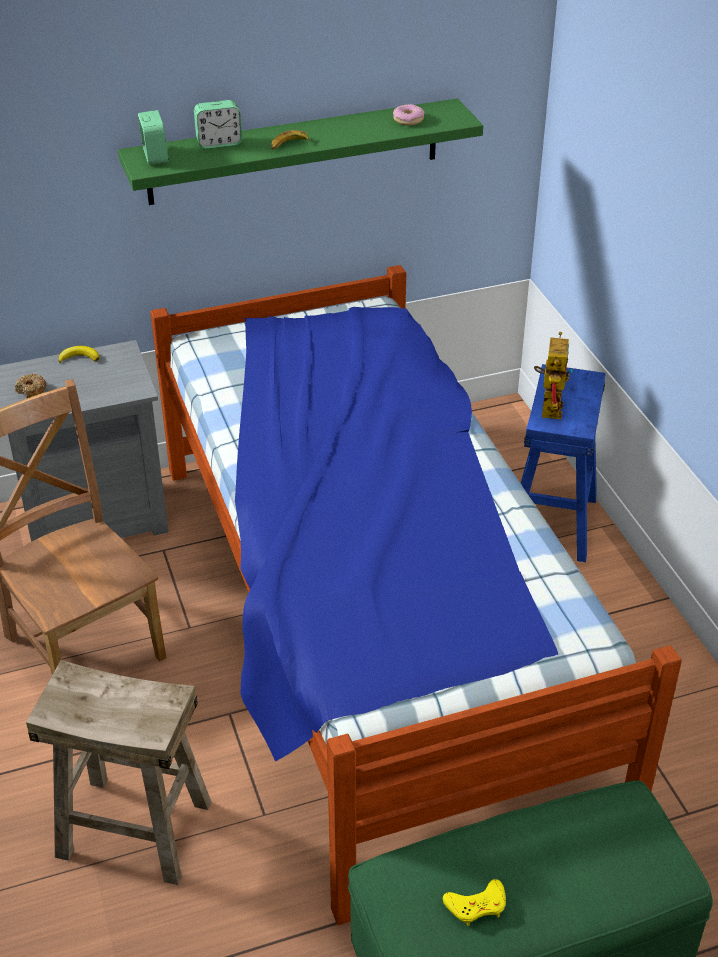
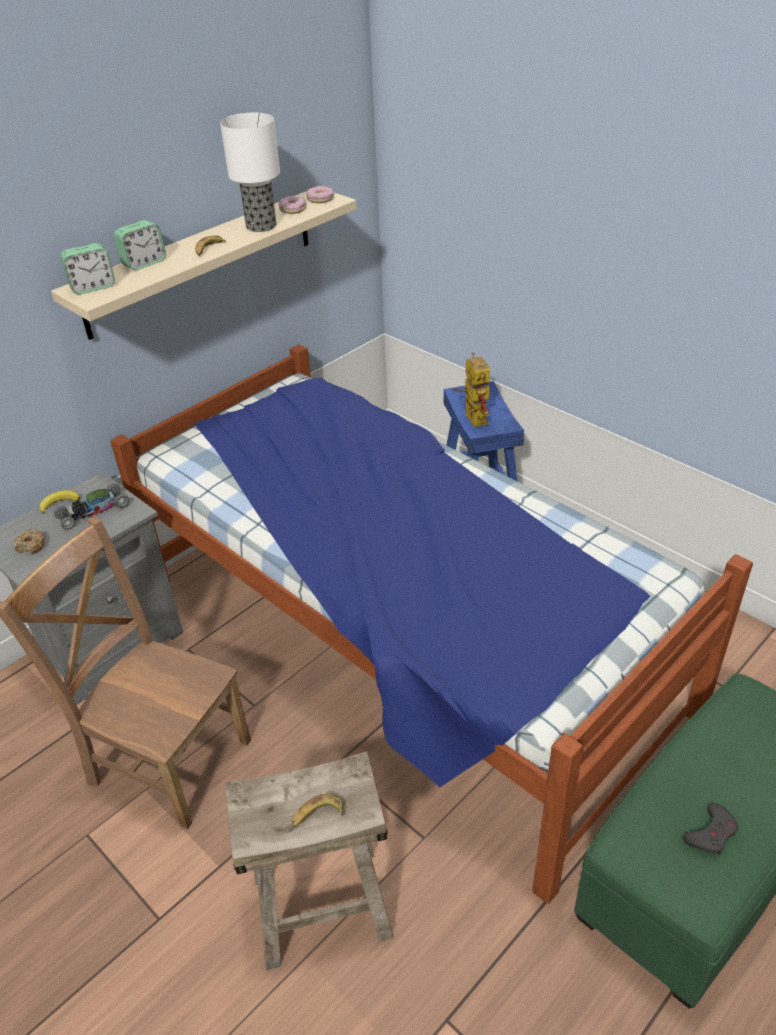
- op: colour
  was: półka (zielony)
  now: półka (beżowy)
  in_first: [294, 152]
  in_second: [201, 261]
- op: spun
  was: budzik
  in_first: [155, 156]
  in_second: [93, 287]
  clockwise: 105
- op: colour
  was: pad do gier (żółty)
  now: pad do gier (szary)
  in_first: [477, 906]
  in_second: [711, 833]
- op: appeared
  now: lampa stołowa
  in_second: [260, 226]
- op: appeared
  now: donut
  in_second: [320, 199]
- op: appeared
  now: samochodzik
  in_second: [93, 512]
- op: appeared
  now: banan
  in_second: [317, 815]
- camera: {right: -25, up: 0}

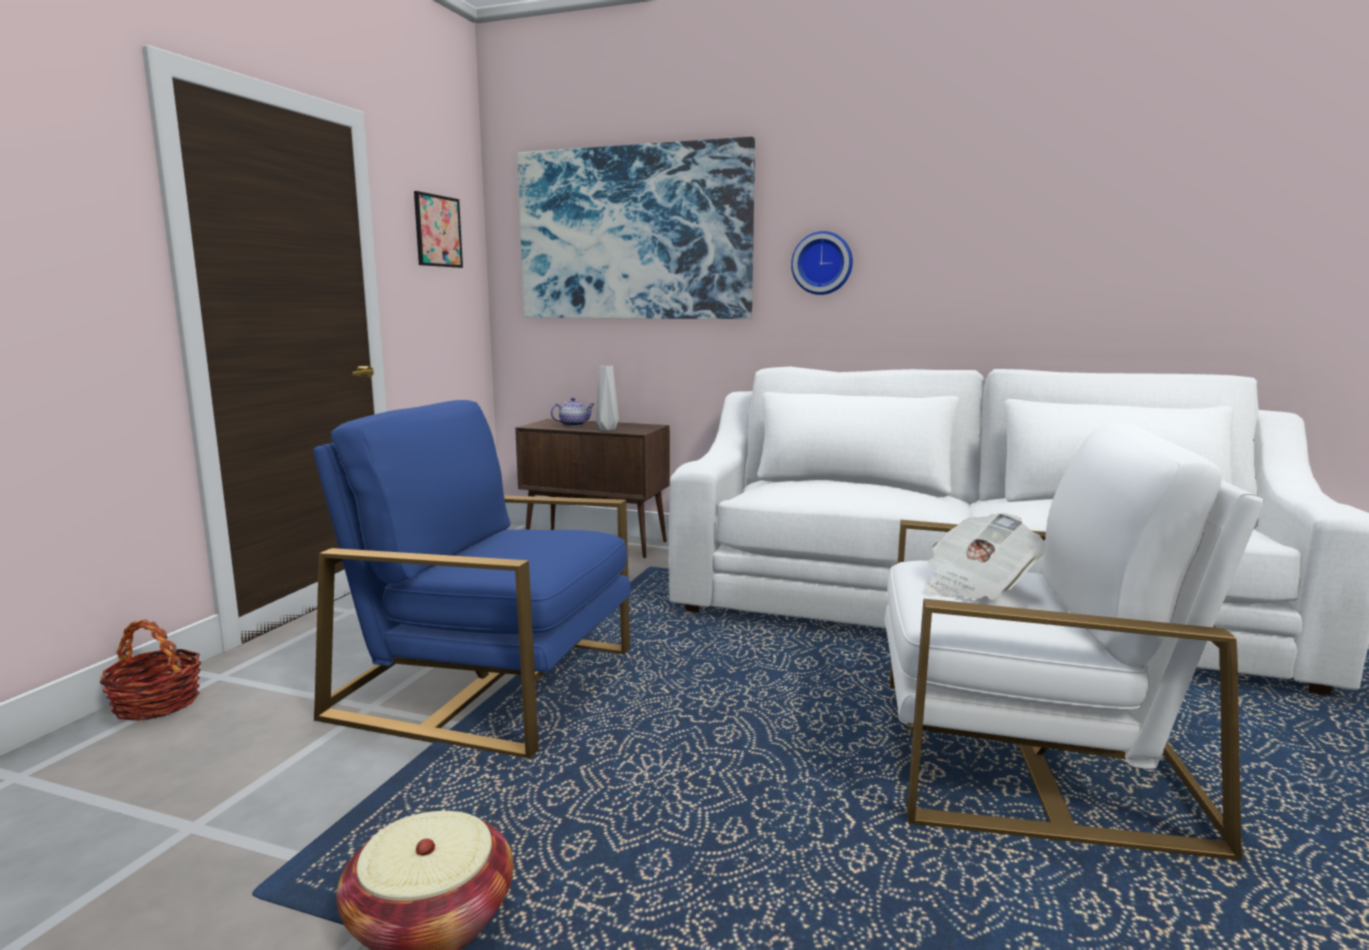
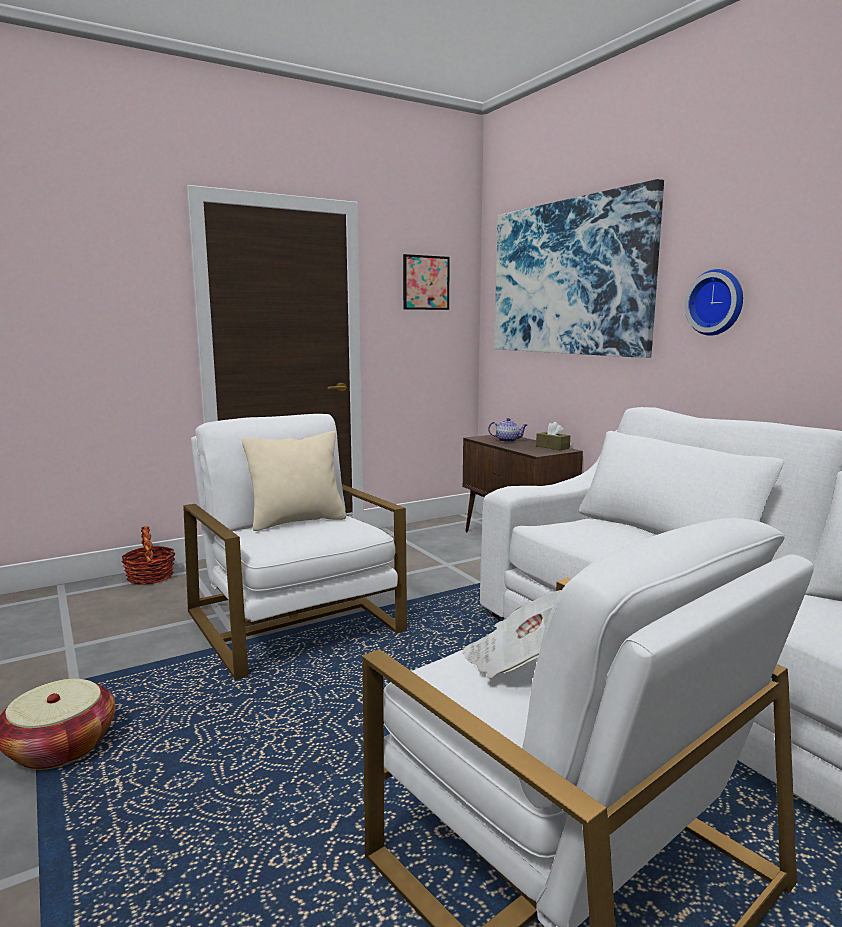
- op: missing
  was: wazon (szary)
  in_first: [608, 429]
- op: colour
  was: fotel (niebieski)
  now: fotel (biały)
  in_first: [491, 681]
  in_second: [296, 622]
- op: appeared
  now: pudełko chusteczek (brązowy)
  in_second: [552, 447]
- op: appeared
  now: poduszka (beżowy)
  in_second: [297, 521]
- camera: {right: 40, up: 0}

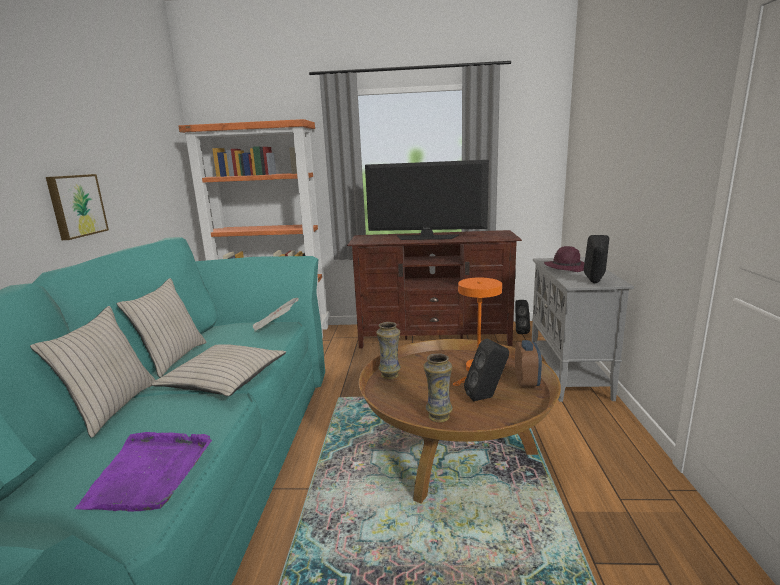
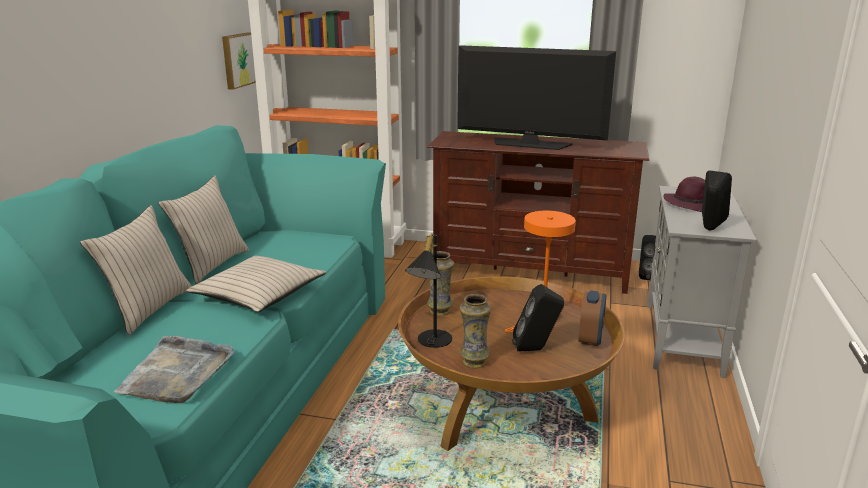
- op: relocated
  was: obraz
  in_first: [76, 205]
  in_second: [237, 60]
- op: missing
  was: gazeta
  in_first: [275, 327]
- op: colour
  was: taca (fioletowy)
  now: taca (szary)
  in_first: [150, 473]
  in_second: [177, 373]
- op: appeared
  now: lampa stołowa (czarny)
  in_second: [430, 341]
- camera: {right: 10, up: 5}

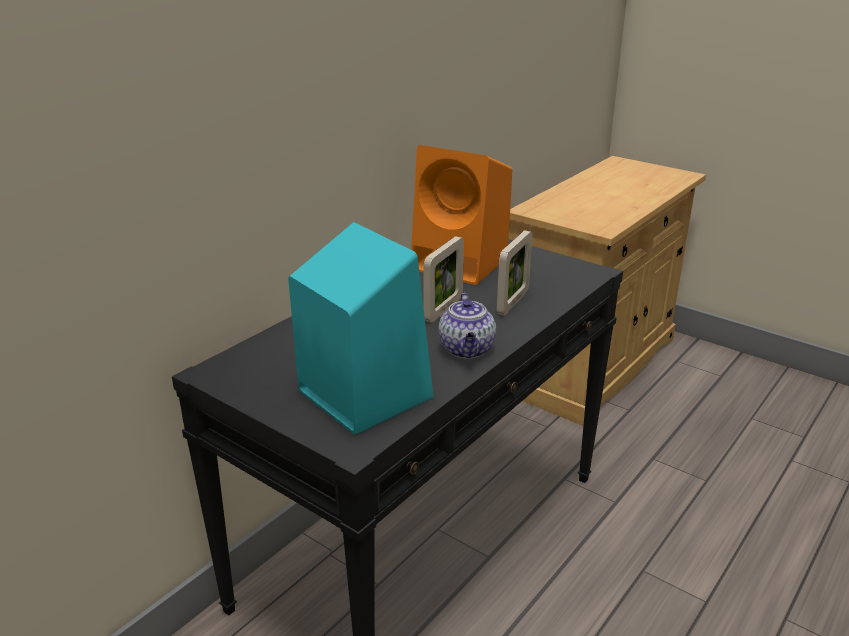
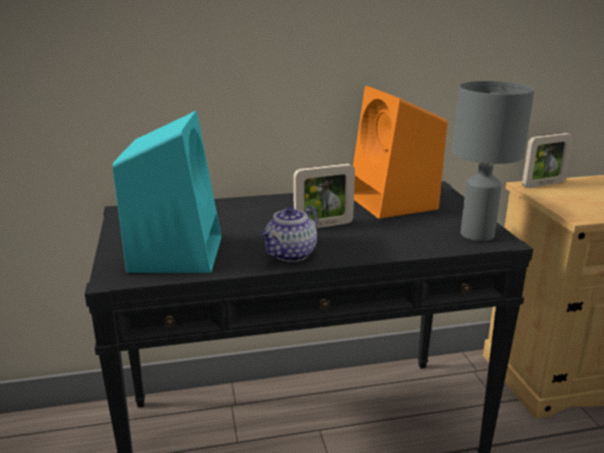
- op: relocated
  was: ramka na zdjęcie
  in_first: [513, 302]
  in_second: [543, 184]
- op: appeared
  now: lampa stołowa (szary)
  in_second: [478, 234]
- camera: {right: 40, up: -5}

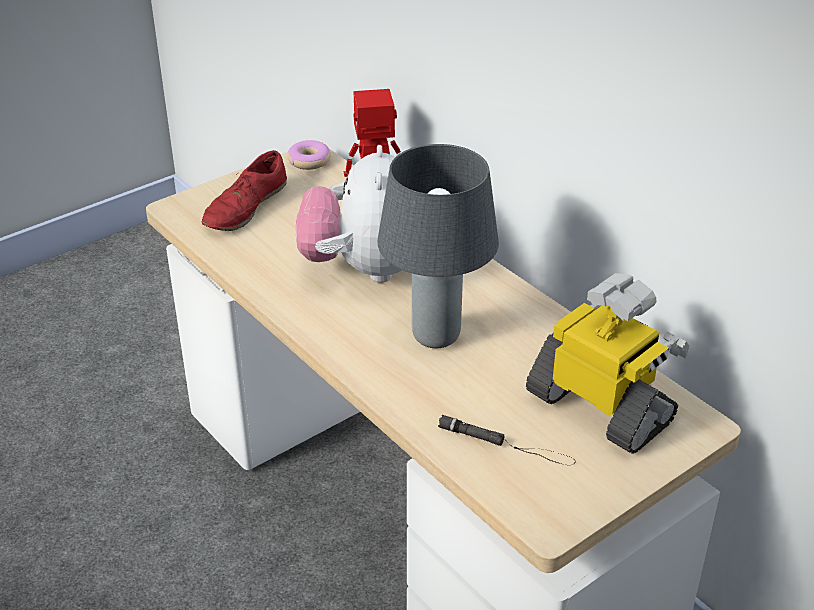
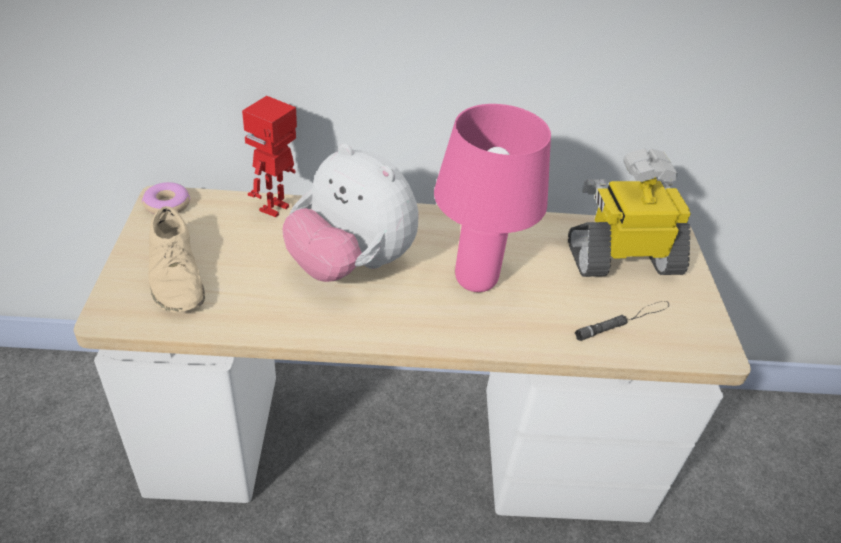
- op: colour
  was: lampa stołowa (szary)
  now: lampa stołowa (różowy)
  in_first: [437, 336]
  in_second: [476, 279]
- op: colour
  was: but (czerwony)
  now: but (beżowy)
  in_first: [245, 207]
  in_second: [176, 275]
- camera: {right: -55, up: 5}

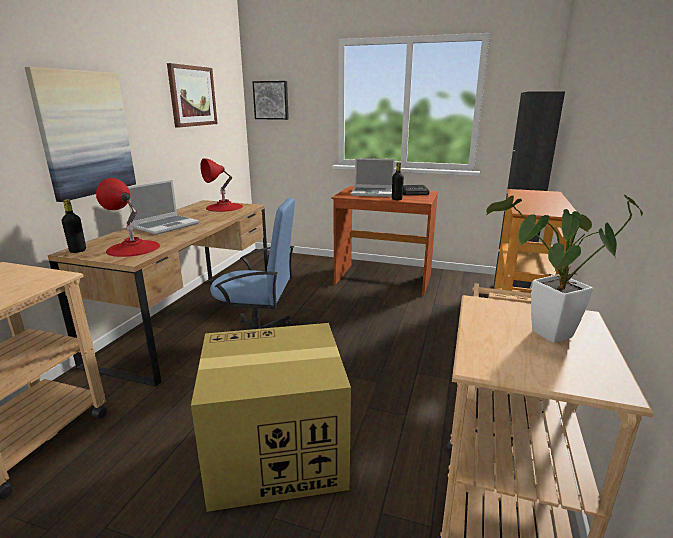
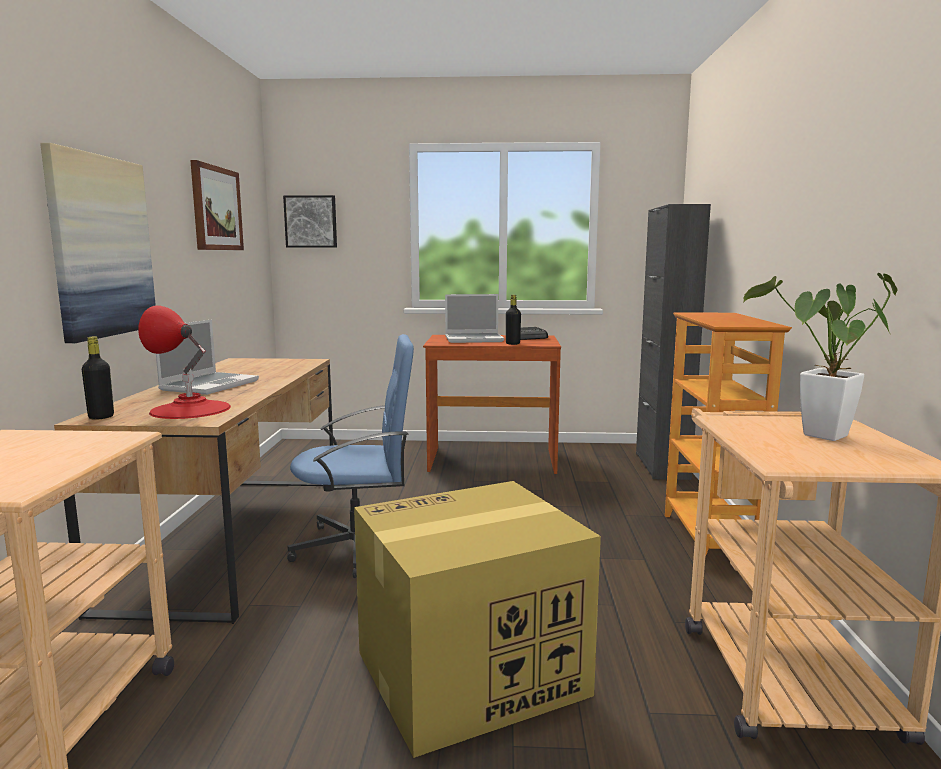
- op: missing
  was: lampa stołowa (czerwony)
  in_first: [224, 207]
- camera: {right: -15, up: -10}

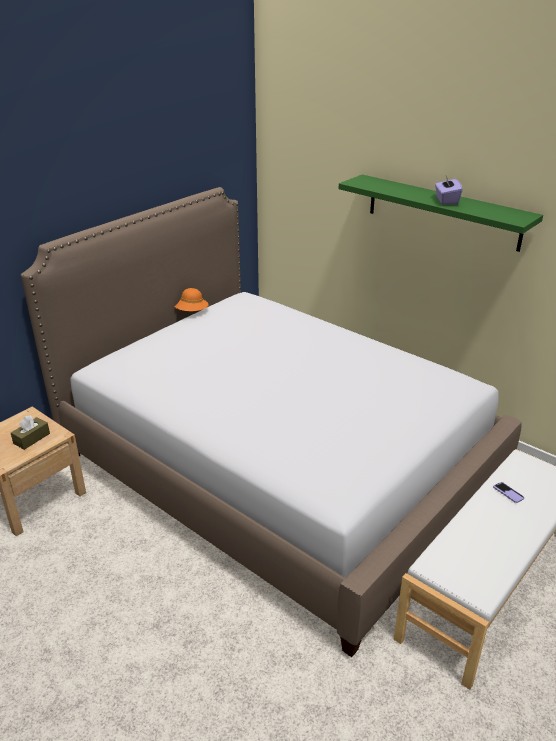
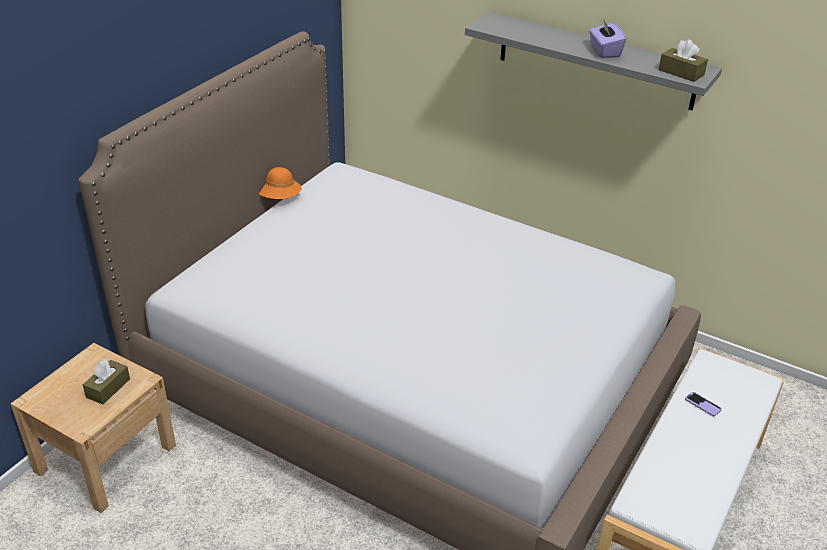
- op: colour
  was: półka (zielony)
  now: półka (szary)
  in_first: [442, 212]
  in_second: [596, 61]
- op: appeared
  now: pudełko chusteczek (brązowy)
  in_second: [681, 72]
- camera: {right: -10, up: 5}

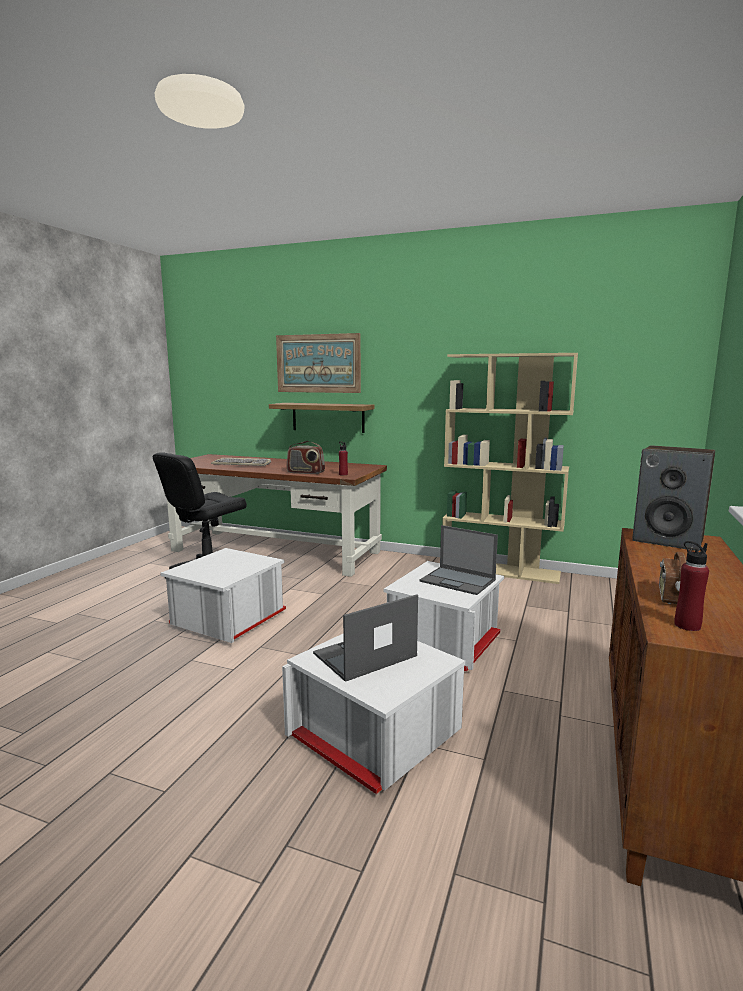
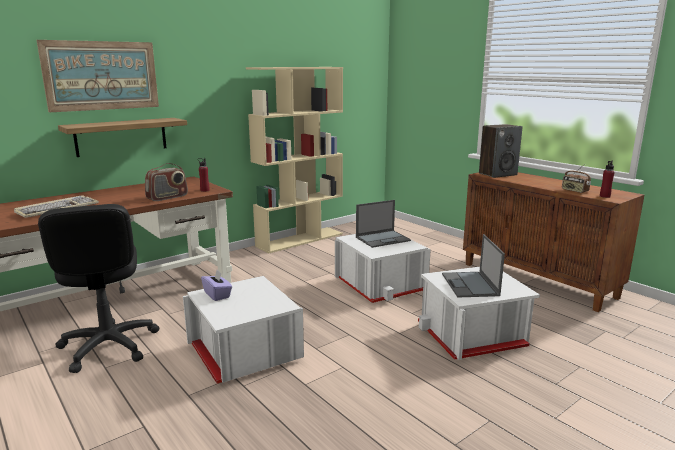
- op: appeared
  now: pudełko chusteczek (fioletowy)
  in_second: [217, 295]
- camera: {right: -60, up: 5}

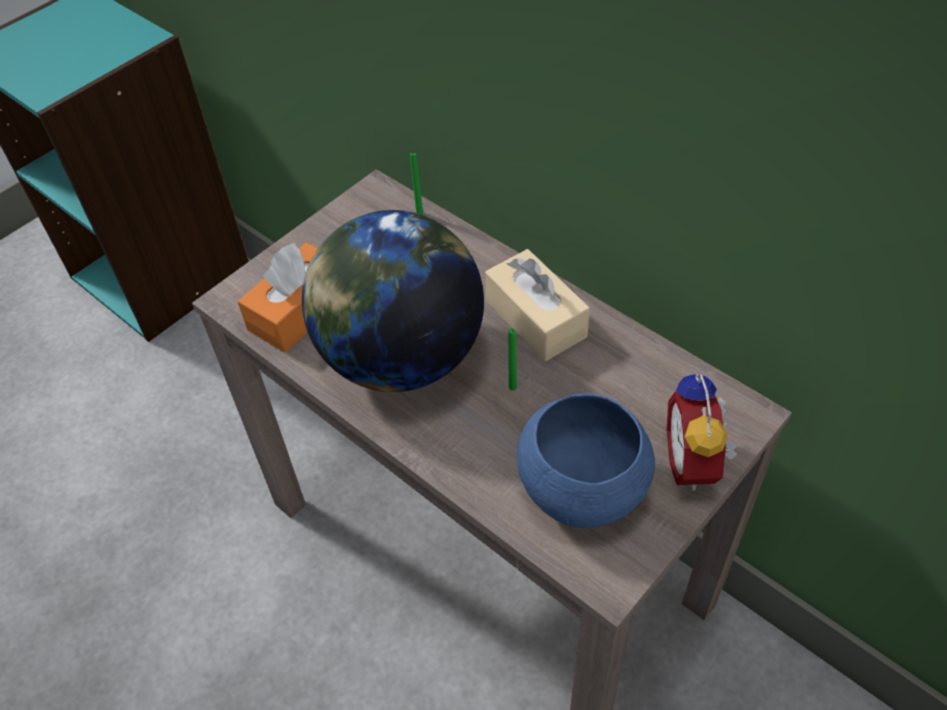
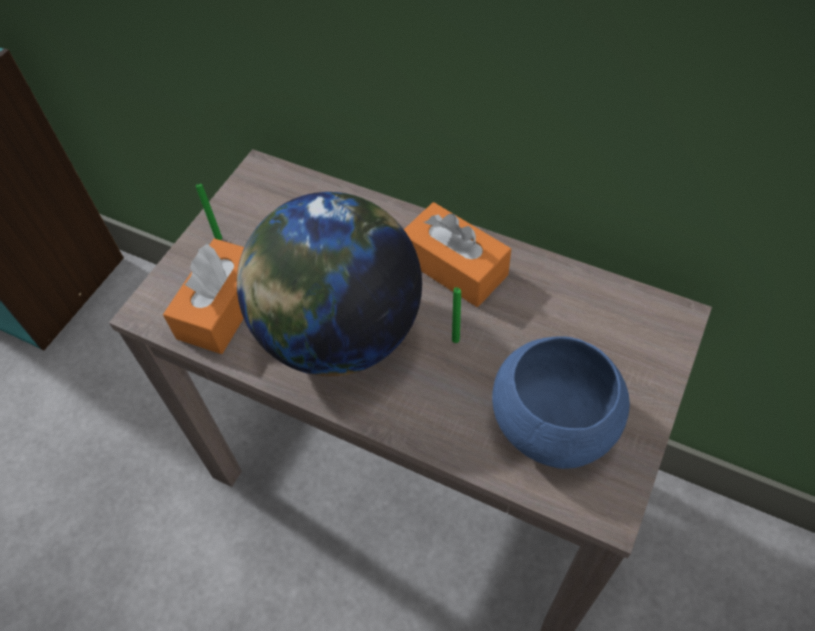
- op: relocated
  was: świeca (zielony)
  in_first: [419, 213]
  in_second: [218, 238]
- op: colour
  was: pudełko chusteczek (beżowy)
  now: pudełko chusteczek (pomarańczowy)
  in_first: [536, 318]
  in_second: [454, 267]
- op: missing
  was: budzik
  in_first: [695, 463]
- camera: {right: -15, up: 5}

